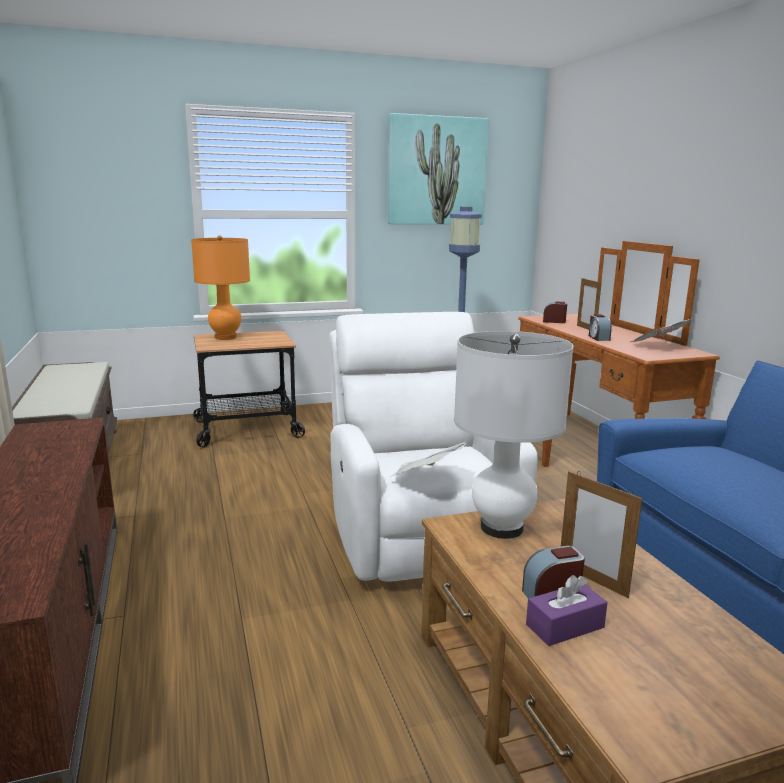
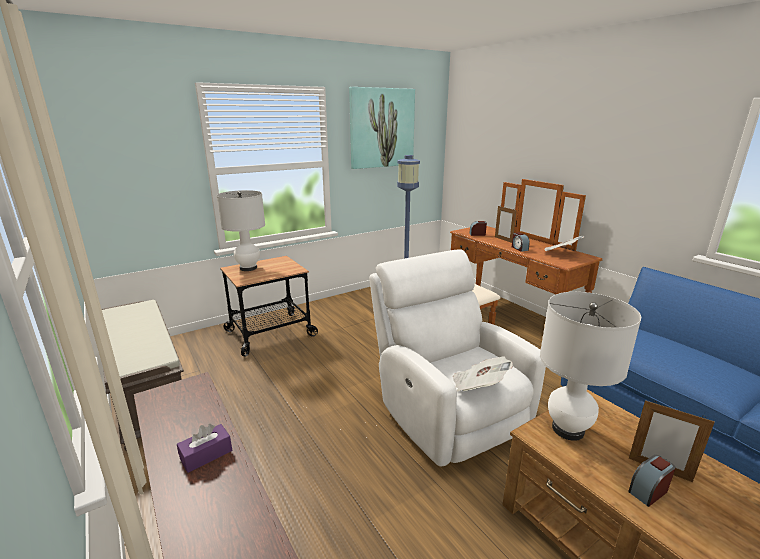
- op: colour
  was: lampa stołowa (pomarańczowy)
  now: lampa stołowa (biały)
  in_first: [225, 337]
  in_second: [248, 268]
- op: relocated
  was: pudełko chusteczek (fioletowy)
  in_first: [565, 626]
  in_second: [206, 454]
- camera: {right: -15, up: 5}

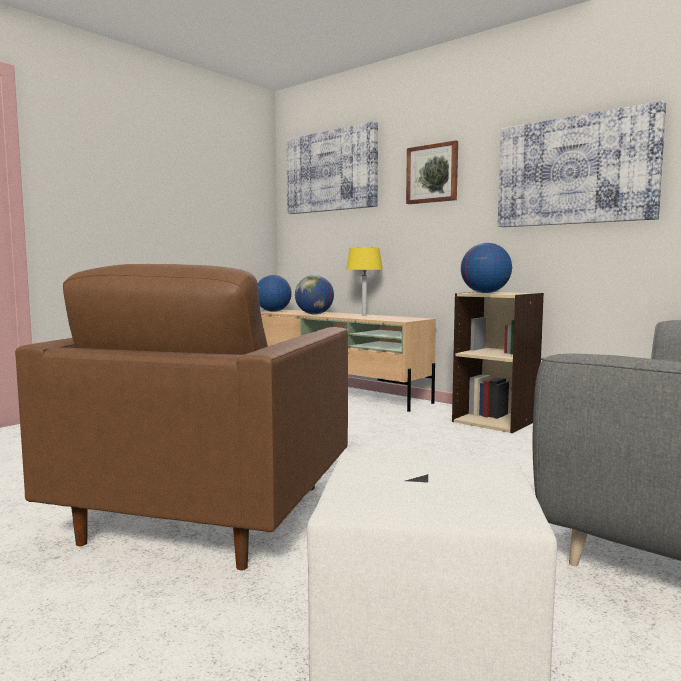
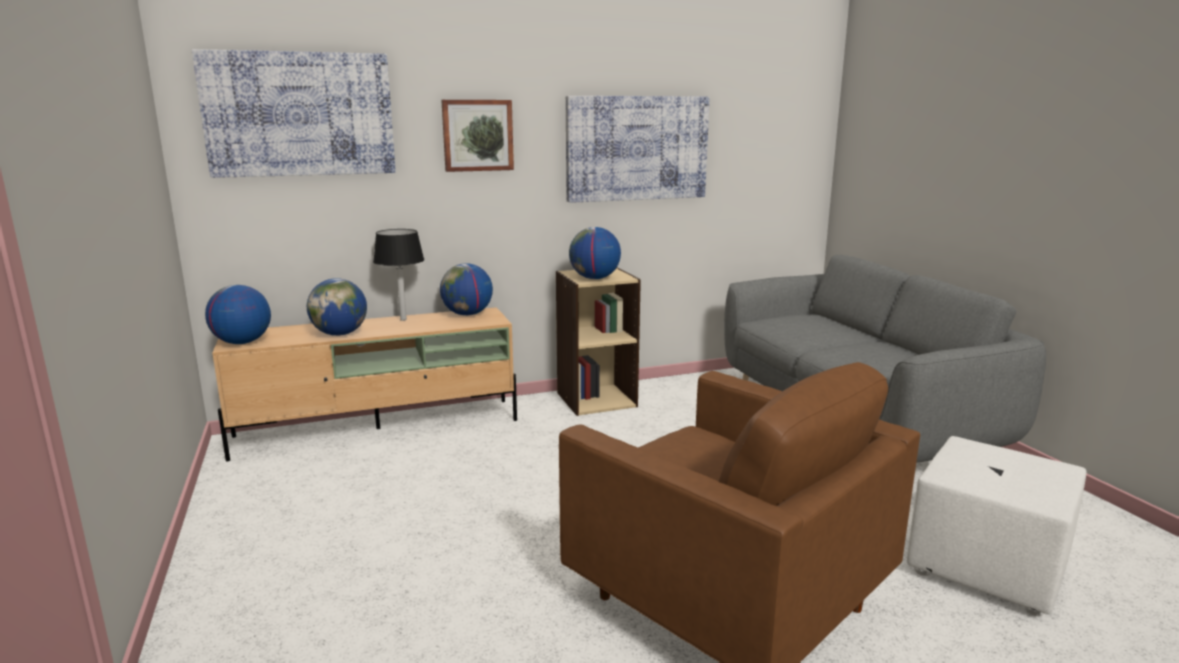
- op: colour
  was: lampa stołowa (żółty)
  now: lampa stołowa (czarny)
  in_first: [364, 315]
  in_second: [403, 319]
- op: appeared
  now: globus
  in_second: [467, 314]
- camera: {right: -60, up: 10}

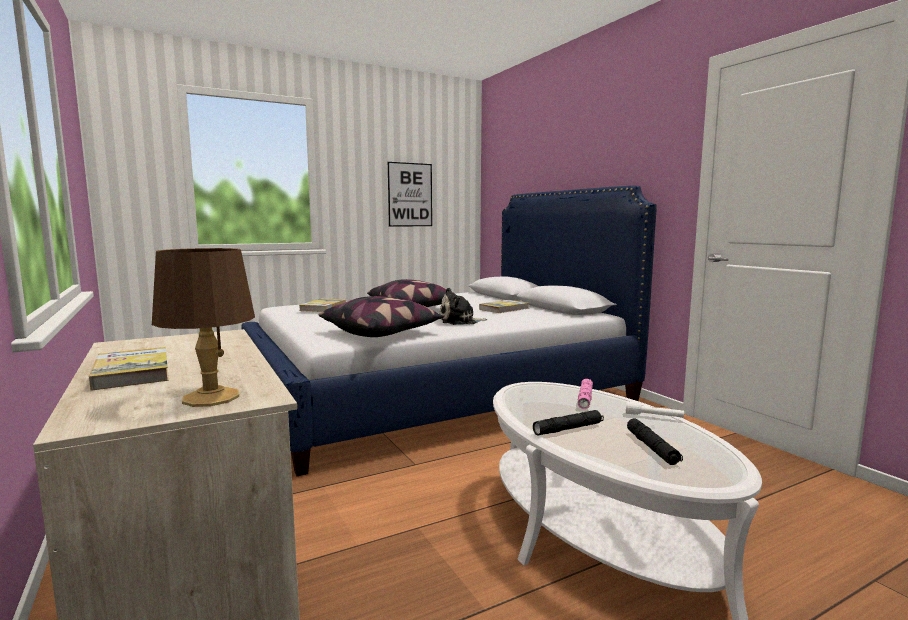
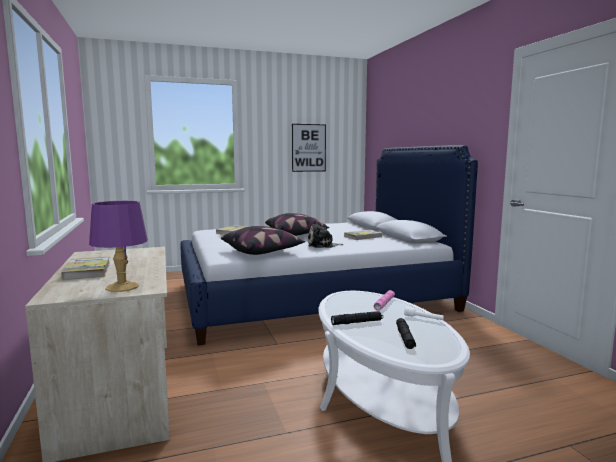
- op: colour
  was: lampa stołowa (brązowy)
  now: lampa stołowa (fioletowy)
  in_first: [211, 397]
  in_second: [122, 287]
- camera: {right: 10, up: 0}

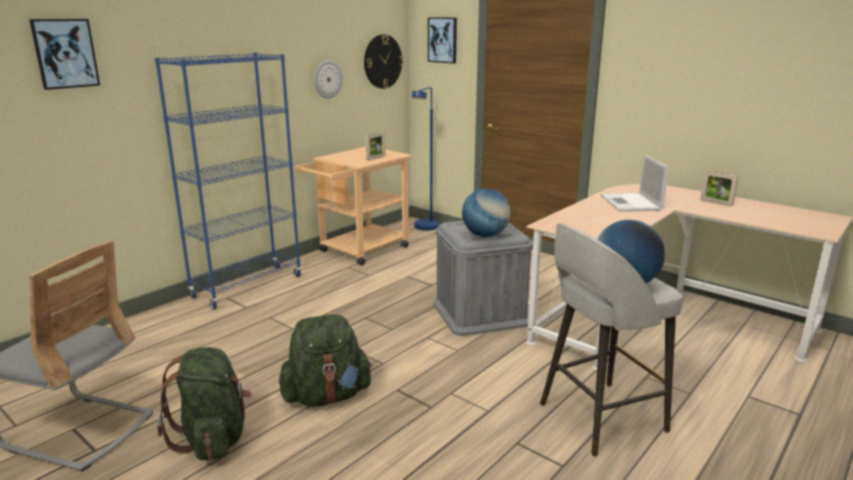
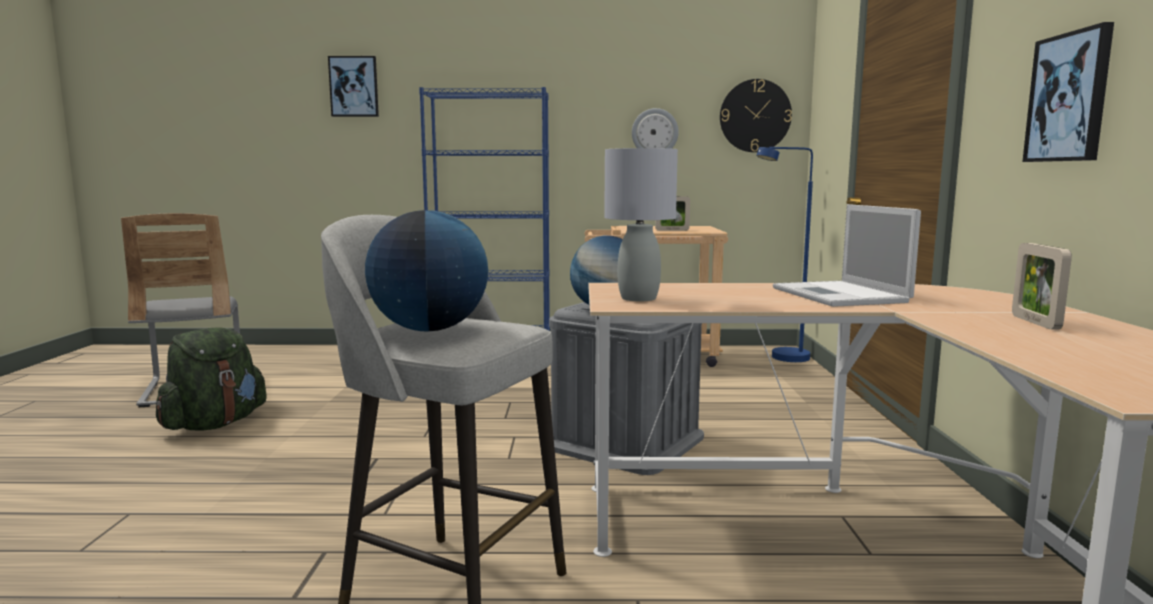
- op: relocated
  was: obraz
  in_first: [442, 40]
  in_second: [1069, 97]
- op: spun
  was: laptop
  in_first: [631, 203]
  in_second: [841, 295]
  clockwise: -60
- op: missing
  was: plecak (zielony)
  in_first: [327, 396]
- op: appeared
  now: lampa stołowa (szary)
  in_second: [639, 298]
- camera: {right: 50, up: -10}

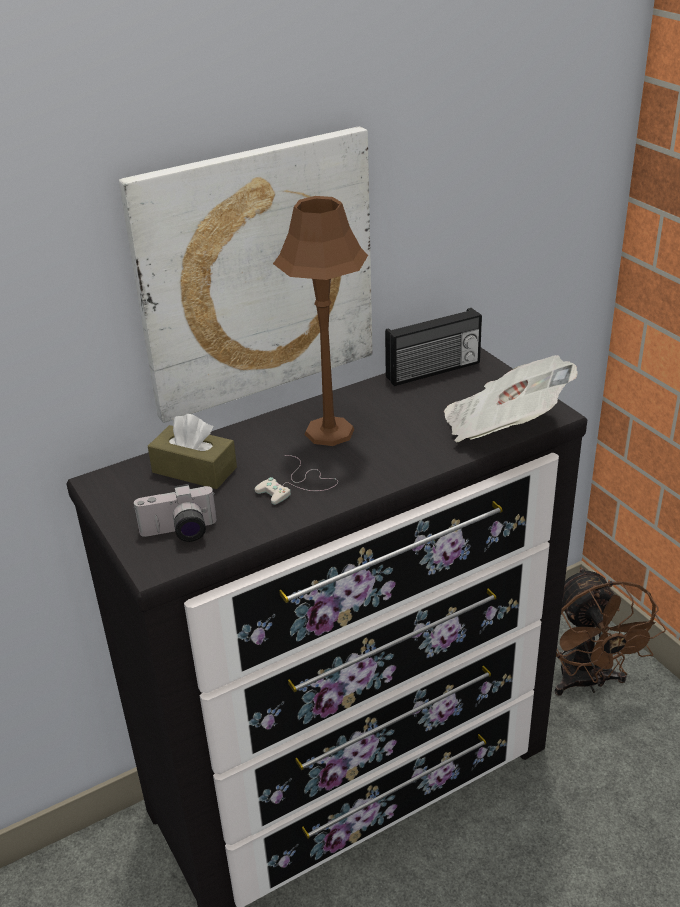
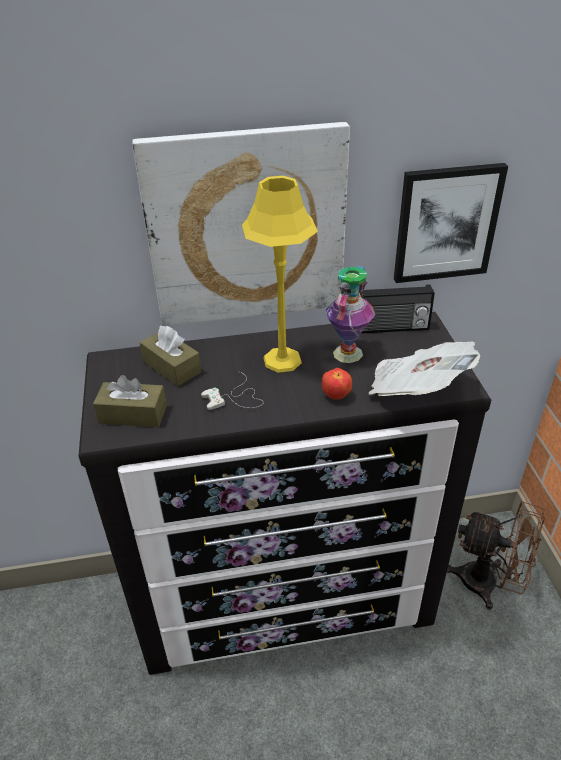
- op: colour
  was: lampa stołowa (brązowy)
  now: lampa stołowa (żółty)
  in_first: [329, 431]
  in_second: [282, 360]
- op: exchanged
  was: aparat fotograficzny
  now: pudełko chusteczek (brązowy)
  in_first: [179, 533]
  in_second: [133, 414]
- op: spun
  was: wentylator (brązowy)
  in_first: [588, 682]
  in_second: [489, 584]
  clockwise: -75
- op: appeared
  now: obraz
  in_second: [446, 223]
- op: appeared
  now: wazon
  in_second: [347, 353]
- op: appeared
  now: jabłko
  in_second: [336, 396]
- camera: {right: 20, up: 5}

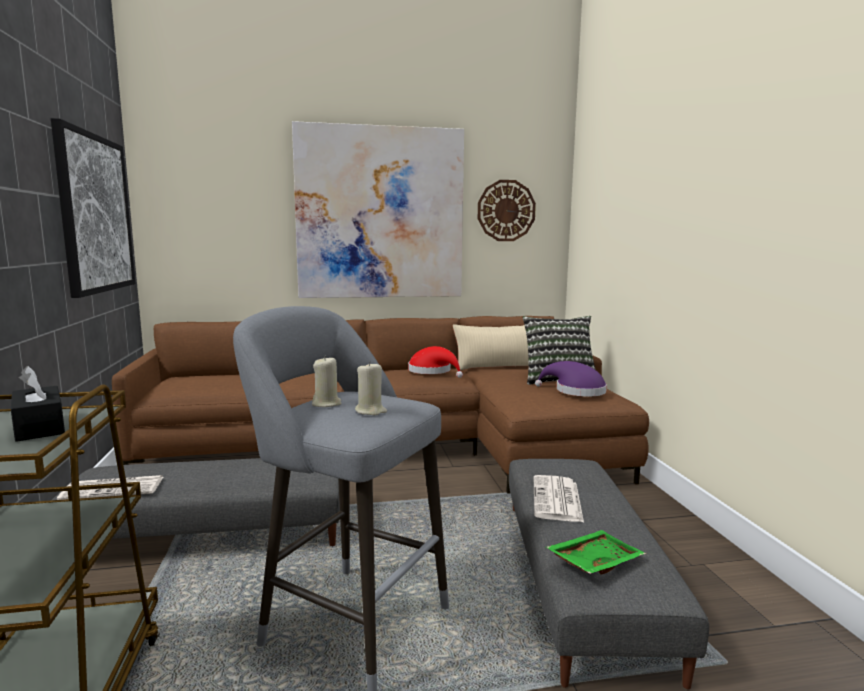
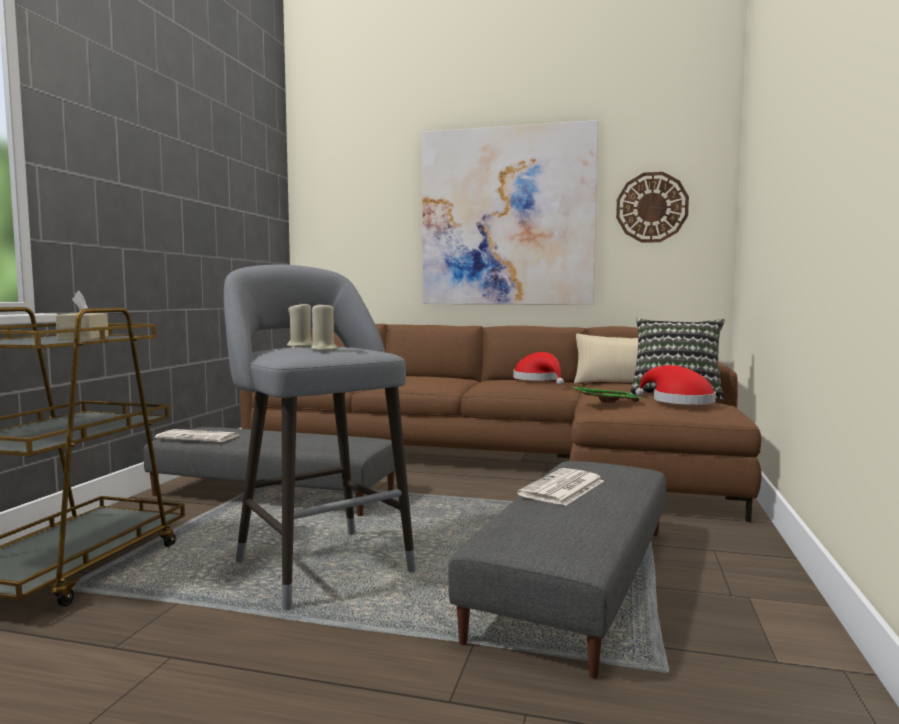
- op: missing
  was: obraz
  in_first: [95, 214]
- op: colour
  was: kapelusz (fioletowy)
  now: kapelusz (czerwony)
  in_first: [575, 391]
  in_second: [678, 401]
- op: colour
  was: pudełko chusteczek (czarny)
  now: pudełko chusteczek (beżowy)
  in_first: [39, 427]
  in_second: [84, 338]
- op: relocated
  was: taca (zielony)
  in_first: [593, 562]
  in_second: [606, 401]
- camera: {right: 25, up: -5}

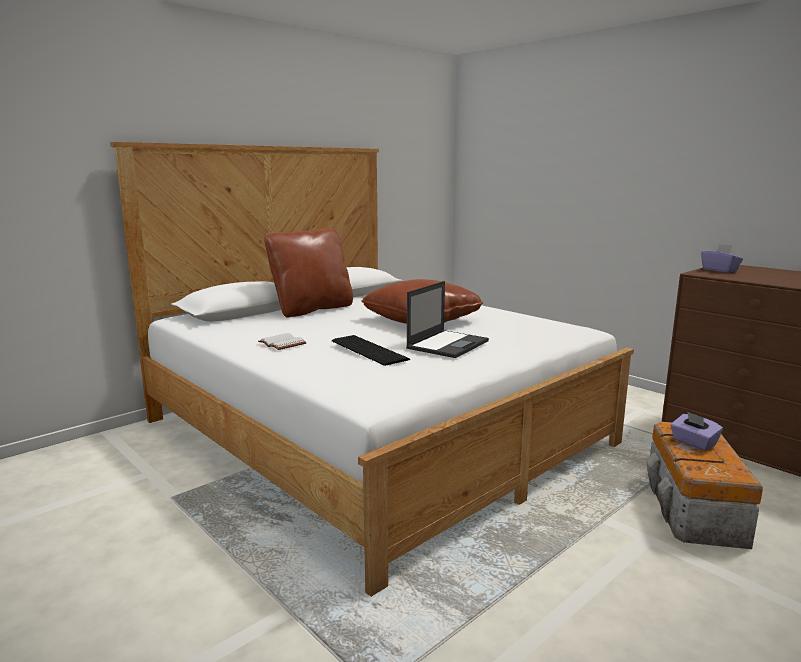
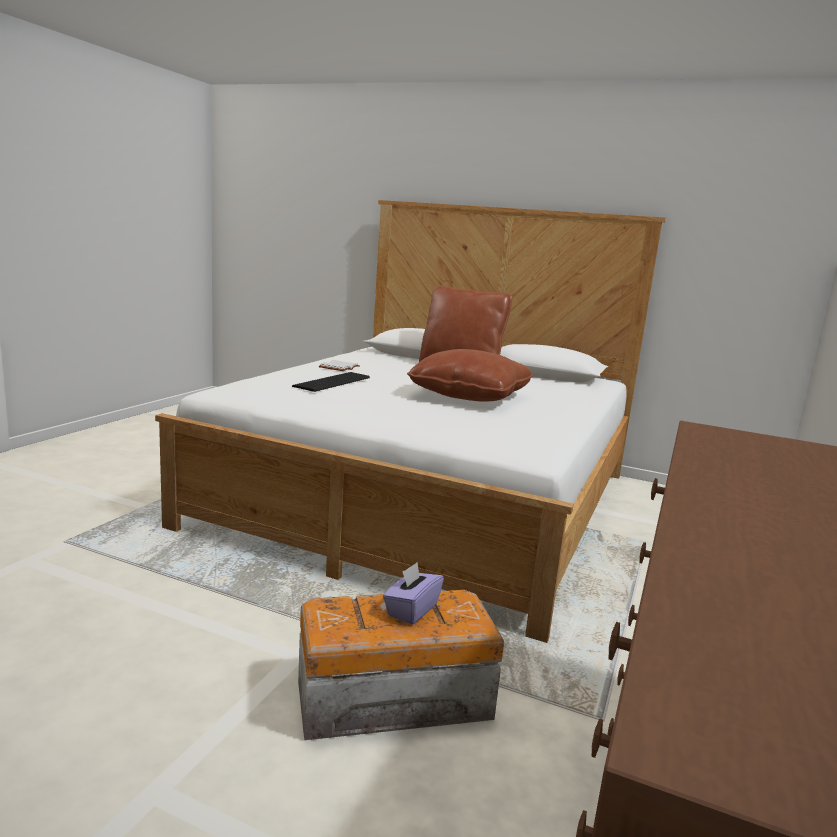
- op: missing
  was: pudełko chusteczek (fioletowy)
  in_first: [720, 270]
- op: missing
  was: laptop
  in_first: [448, 344]
- camera: {right: 65, up: 0}

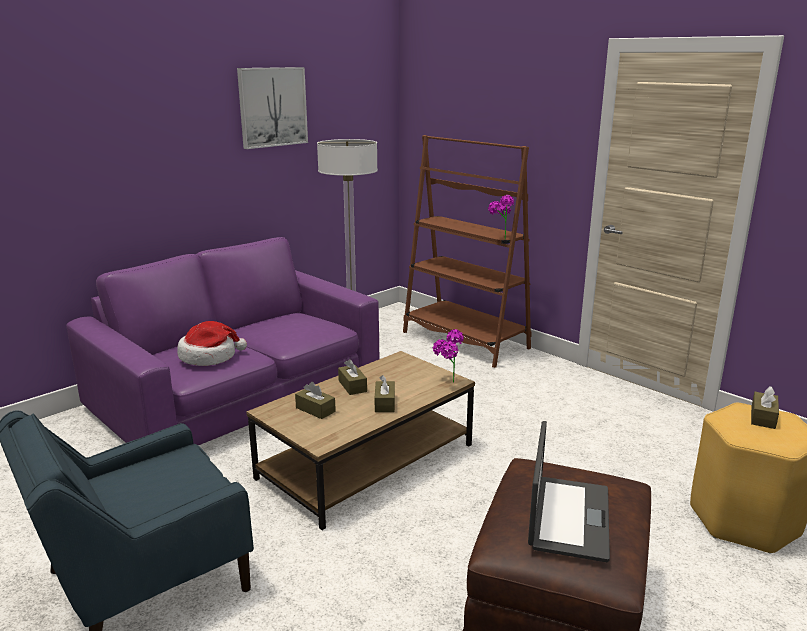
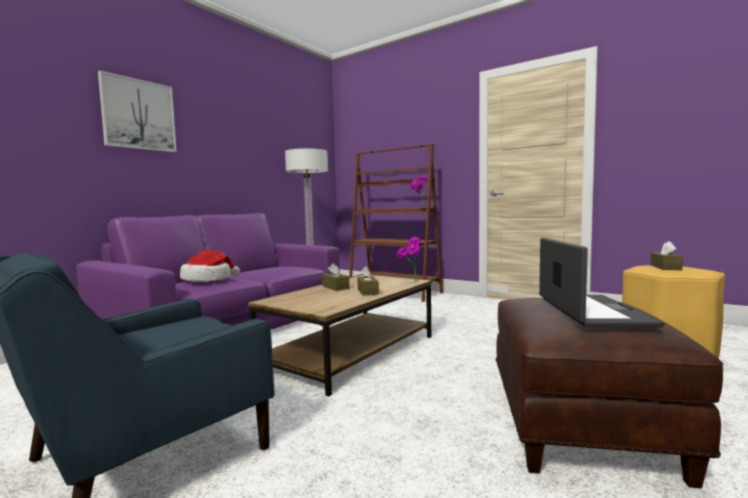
- op: relocated
  was: obraz
  in_first: [272, 107]
  in_second: [138, 115]
- op: missing
  was: pudełko chusteczek (brązowy)
  in_first: [315, 410]
- camera: {right: -10, up: -15}

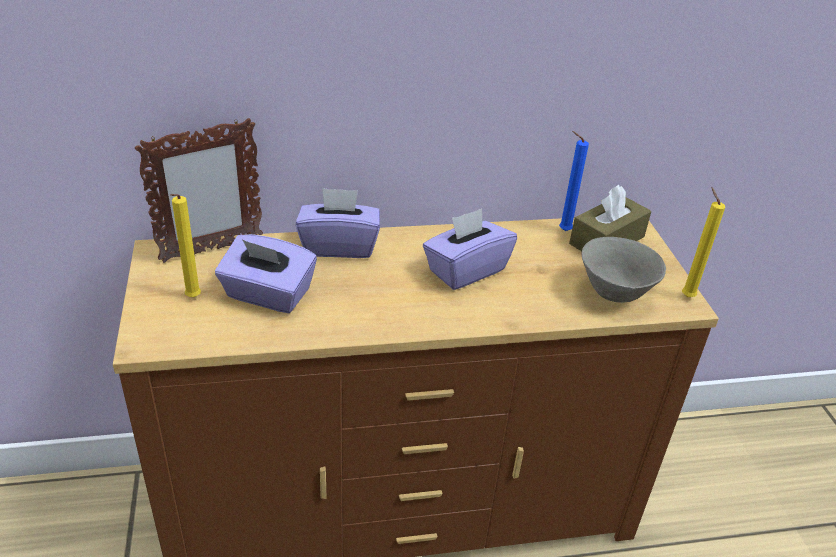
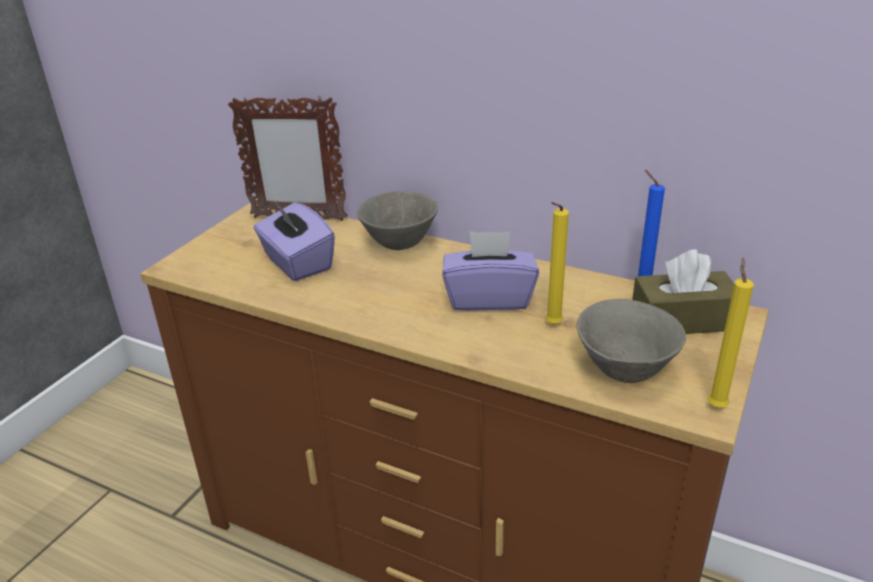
- op: exchanged
  was: pudełko chusteczek (fioletowy)
  now: miska (szary)
  in_first: [339, 246]
  in_second: [399, 245]
- op: relocated
  was: świeca (żółty)
  in_first: [192, 299]
  in_second: [551, 325]
- camera: {right: 40, up: -5}

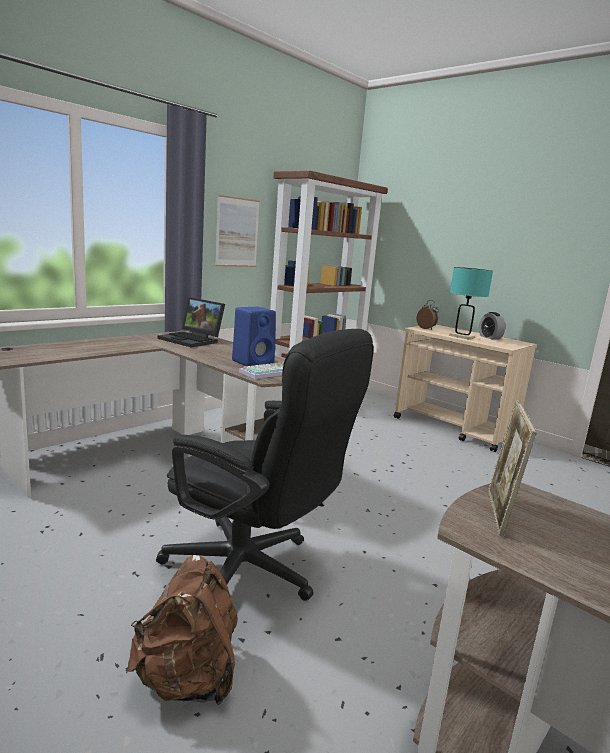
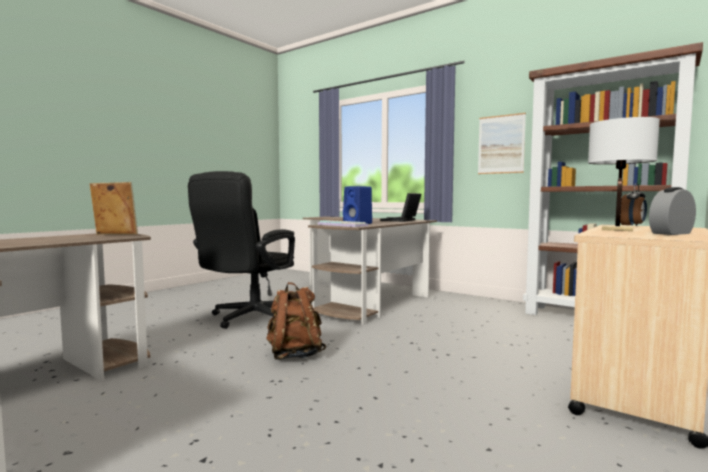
- op: colour
  was: lampa stołowa (turkusowy)
  now: lampa stołowa (biały)
  in_first: [462, 336]
  in_second: [617, 229]
- op: relocated
  was: plecak (brązowy)
  in_first: [188, 679]
  in_second: [295, 355]
- camera: {right: 85, up: -10}

